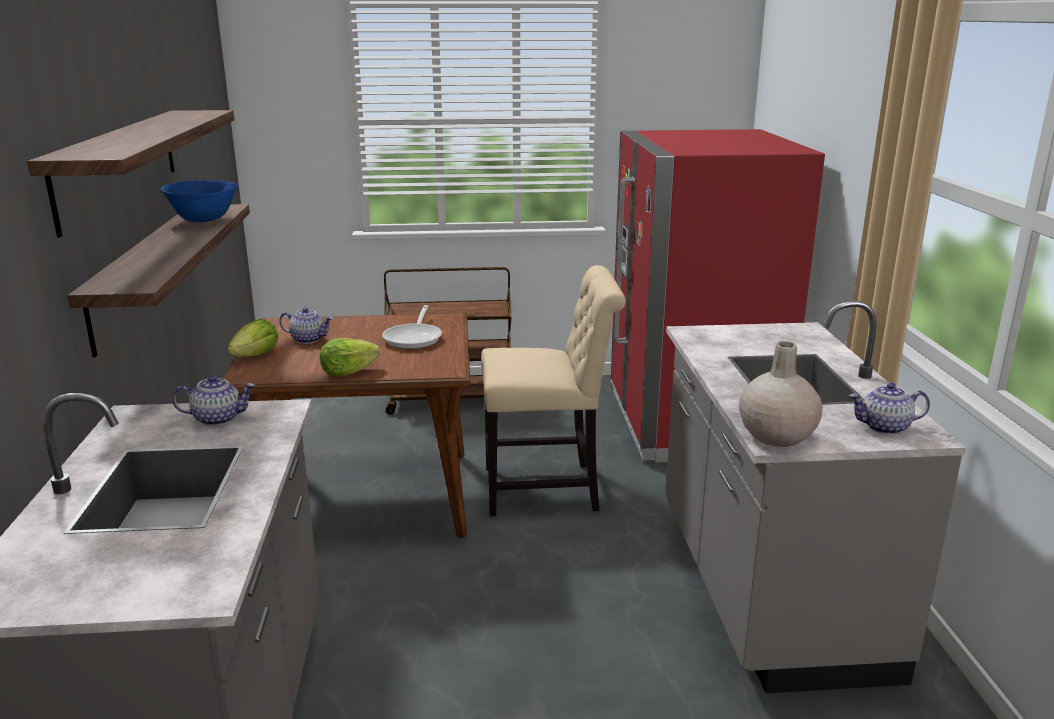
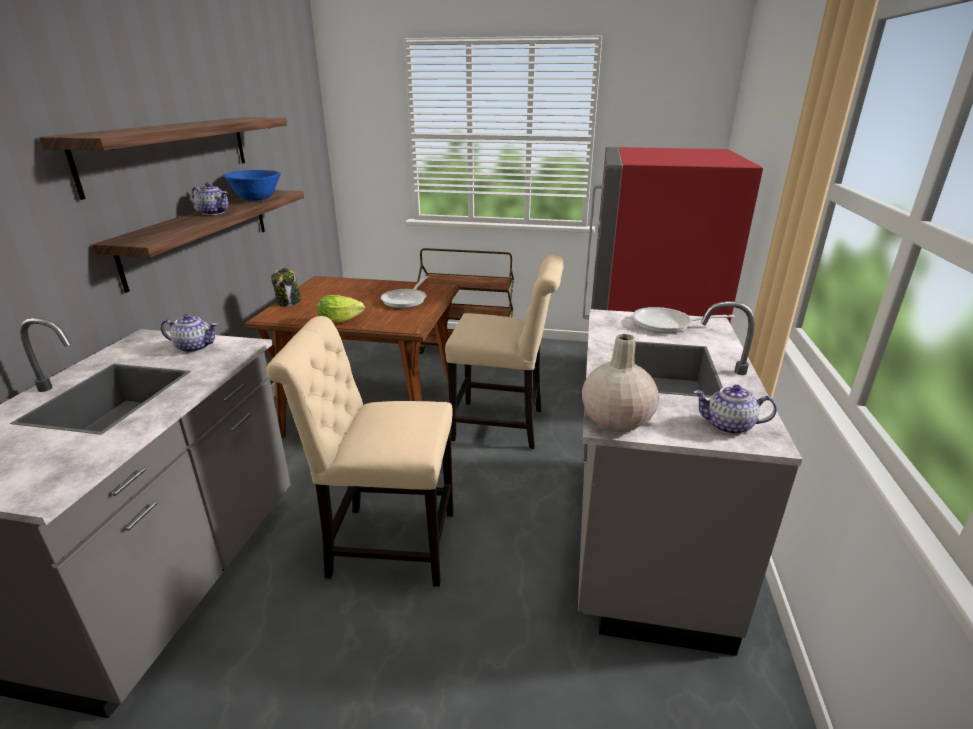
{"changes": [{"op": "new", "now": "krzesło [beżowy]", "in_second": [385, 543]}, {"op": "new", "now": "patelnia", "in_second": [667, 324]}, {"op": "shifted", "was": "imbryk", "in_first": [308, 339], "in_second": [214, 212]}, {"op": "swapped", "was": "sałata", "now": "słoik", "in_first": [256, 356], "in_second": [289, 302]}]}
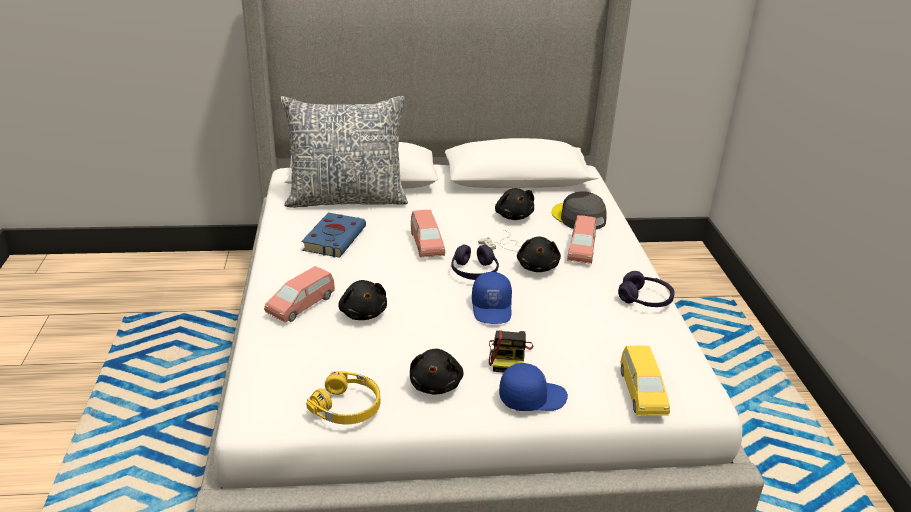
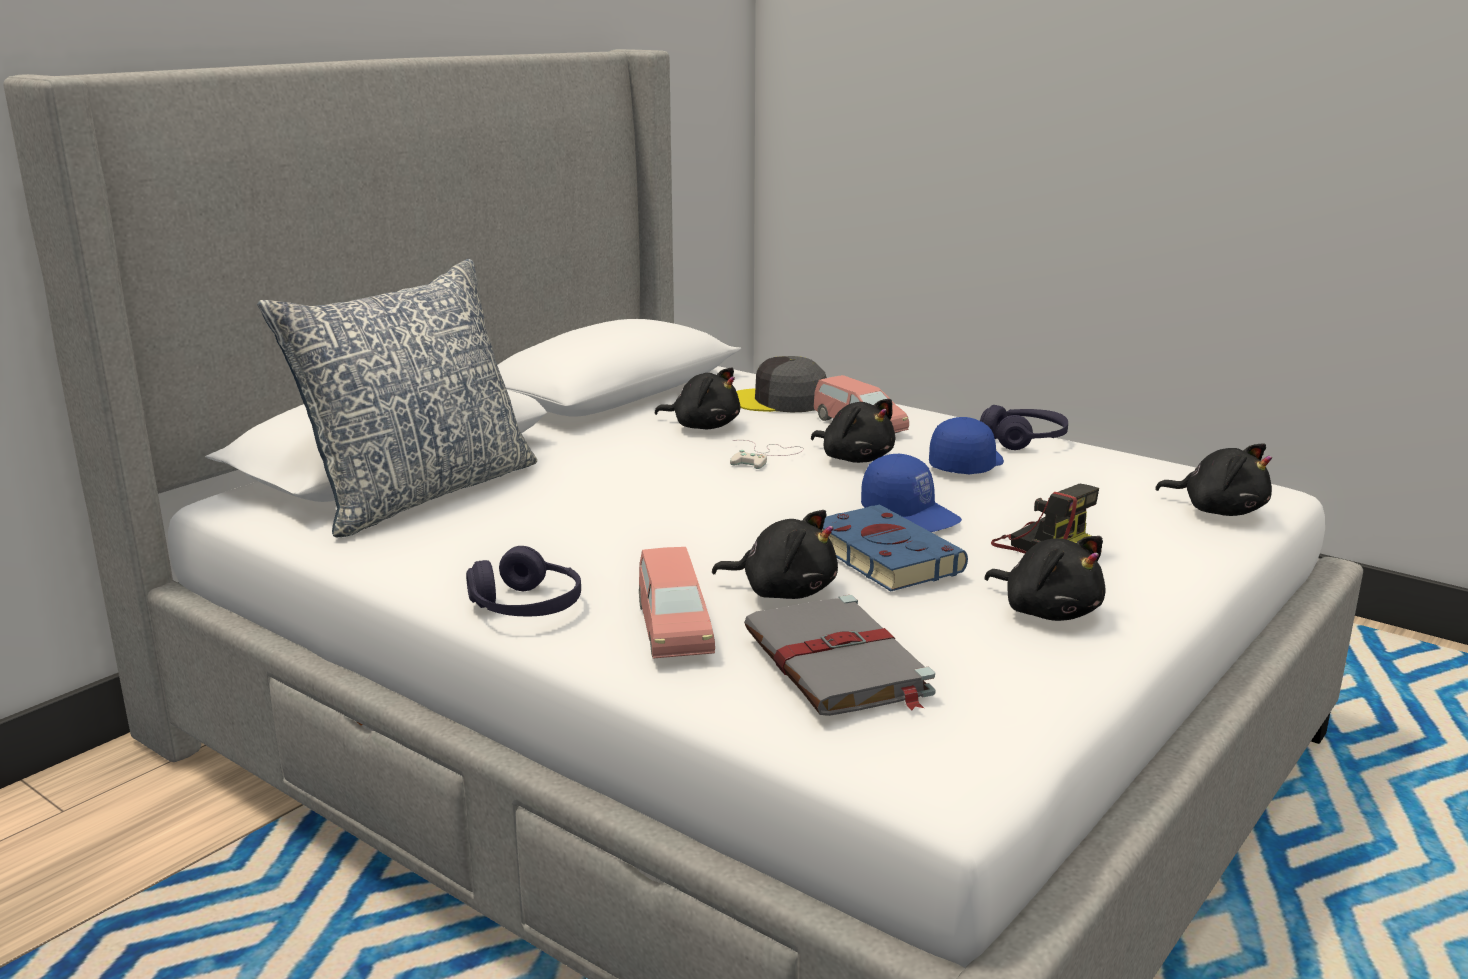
{"changes": [{"op": "gone", "was": "słuchawki [żółty]", "in_first": [348, 406]}, {"op": "gone", "was": "samochodzik [różowy]", "in_first": [426, 244]}, {"op": "new", "now": "książka [szary]", "in_second": [837, 664]}, {"op": "shifted", "was": "książka [niebieski]", "in_first": [335, 238], "in_second": [881, 555]}, {"op": "shifted", "was": "słuchawki [fioletowy]", "in_first": [474, 272], "in_second": [526, 607]}, {"op": "shifted", "was": "czapka z daszkiem [niebieski]", "in_first": [532, 397], "in_second": [965, 465]}, {"op": "swapped", "was": "samochodzik [żółty]", "now": "pluszak [czarny]", "in_first": [641, 392], "in_second": [1218, 510]}]}
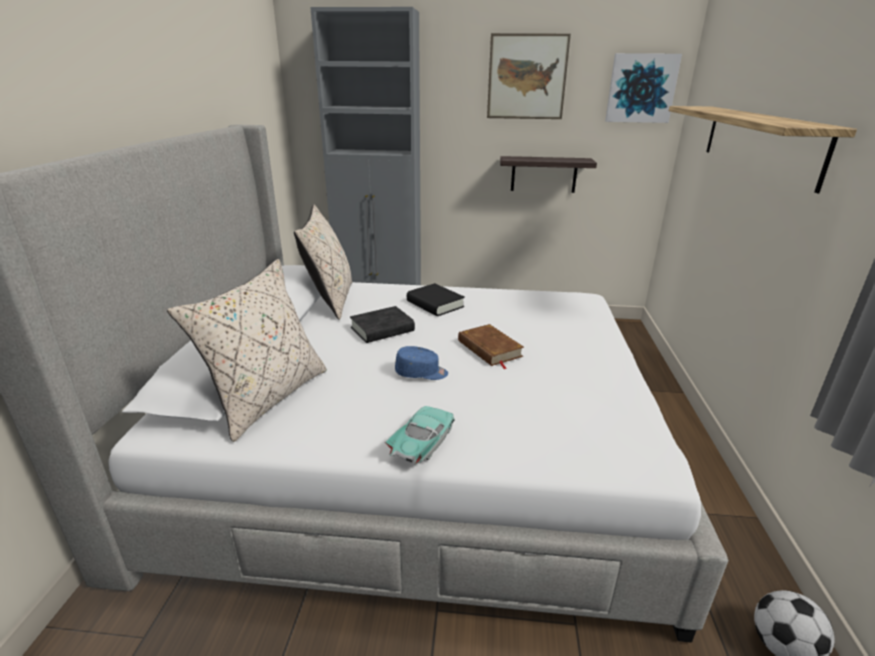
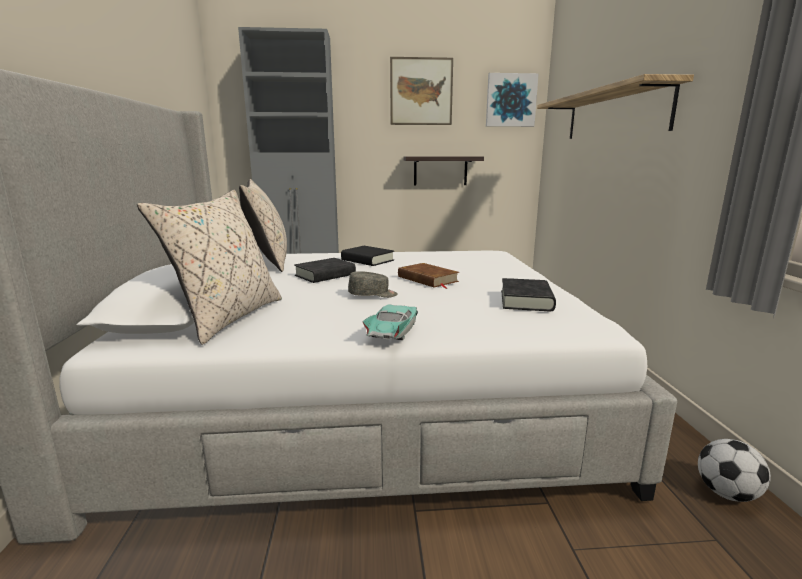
{"changes": [{"op": "new", "now": "książka [czarny]", "in_second": [526, 300]}, {"op": "repainted", "was": "czapka z daszkiem [niebieski]", "now": "czapka z daszkiem [szary]", "in_first": [421, 373], "in_second": [373, 295]}]}
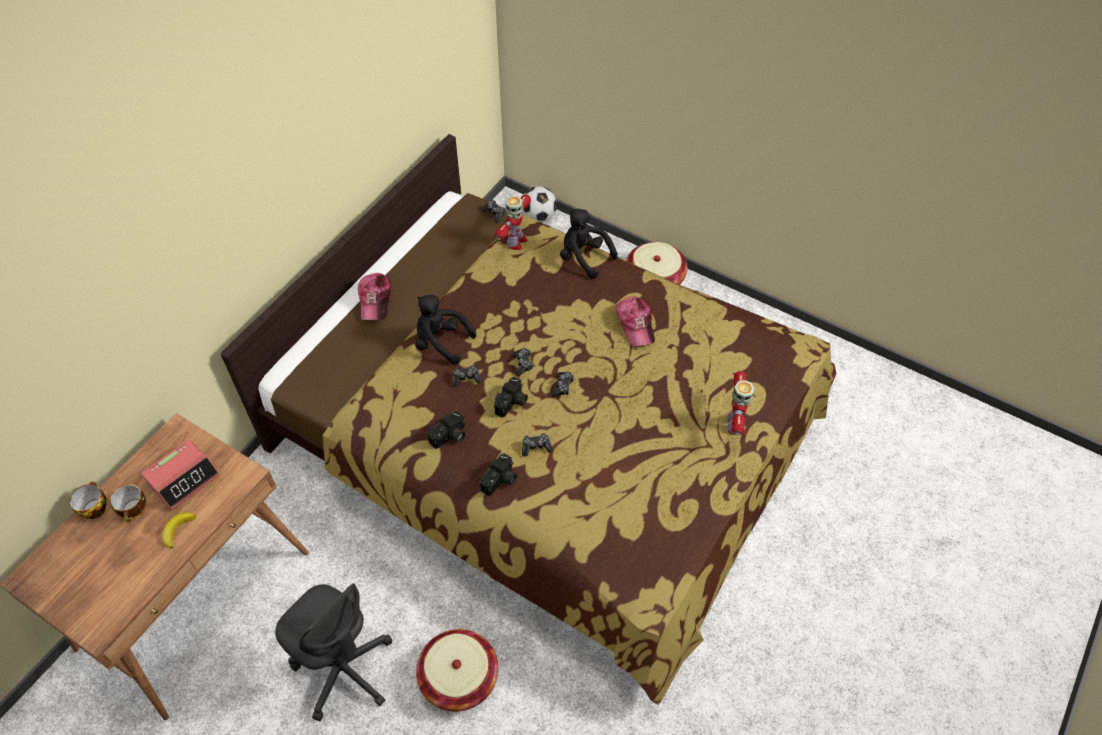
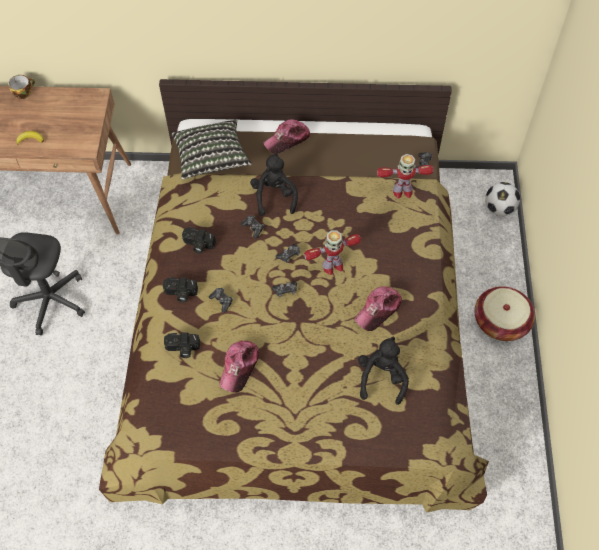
{"changes": [{"op": "gone", "was": "filiżanka", "in_first": [135, 510]}, {"op": "gone", "was": "budzik", "in_first": [184, 478]}, {"op": "gone", "was": "koszyk", "in_first": [459, 677]}, {"op": "new", "now": "poduszka", "in_second": [211, 158]}, {"op": "new", "now": "czapka z daszkiem", "in_second": [239, 367]}, {"op": "shifted", "was": "aparat fotograficzny", "in_first": [512, 403], "in_second": [182, 349]}, {"op": "shifted", "was": "pluszak [czarny]", "in_first": [583, 257], "in_second": [382, 377]}, {"op": "shifted", "was": "robot zabawkowy", "in_first": [735, 425], "in_second": [332, 266]}]}
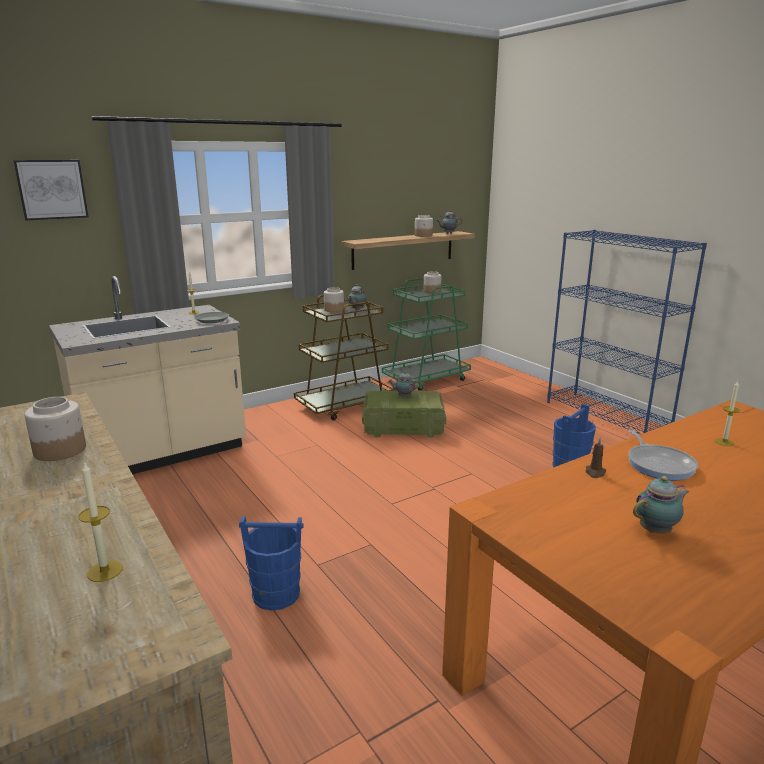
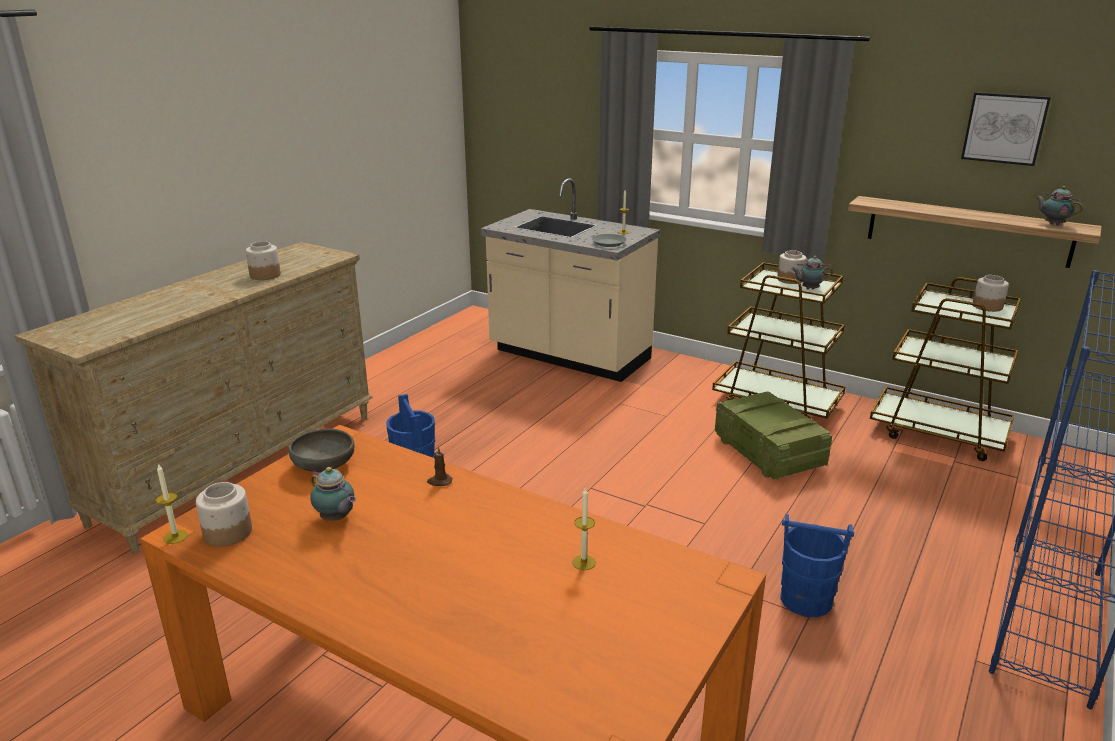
{"changes": [{"op": "gone", "was": "imbryk", "in_first": [403, 396]}, {"op": "gone", "was": "patelnia", "in_first": [659, 464]}, {"op": "new", "now": "miska [szary]", "in_second": [324, 465]}, {"op": "shifted", "was": "obraz", "in_first": [52, 189], "in_second": [1004, 128]}, {"op": "shifted", "was": "świeca", "in_first": [105, 571], "in_second": [175, 537]}, {"op": "shifted", "was": "słoik", "in_first": [423, 235], "in_second": [227, 533]}, {"op": "repainted", "was": "wózek [zielony]", "now": "wózek [brązowy]", "in_first": [426, 379], "in_second": [938, 433]}]}
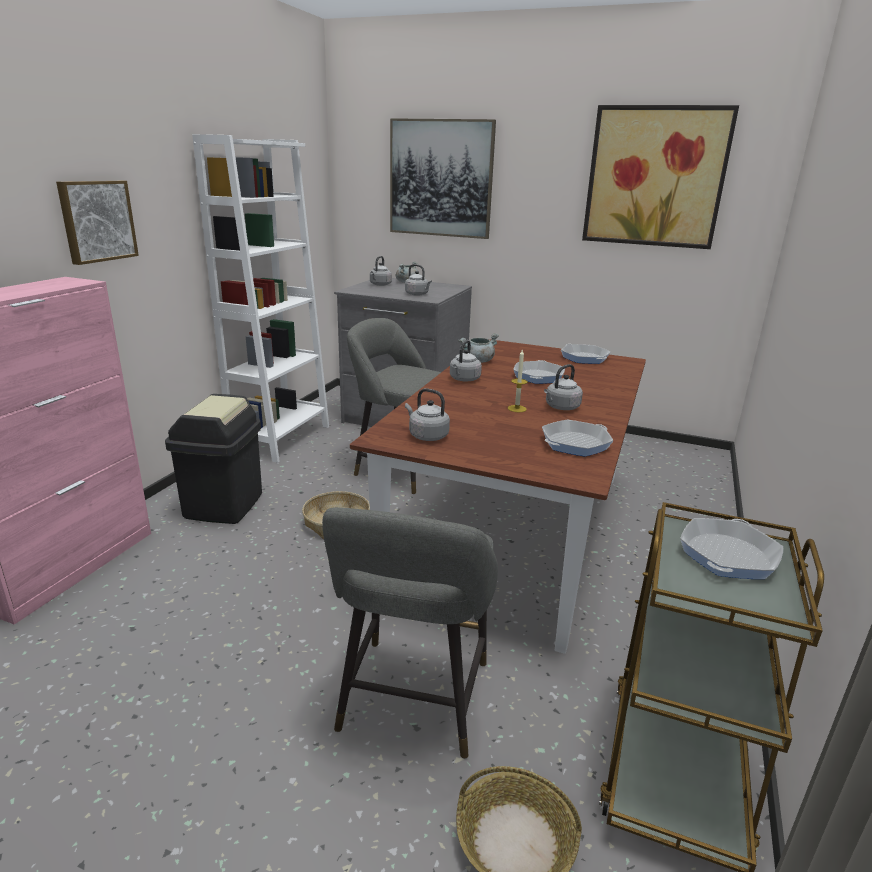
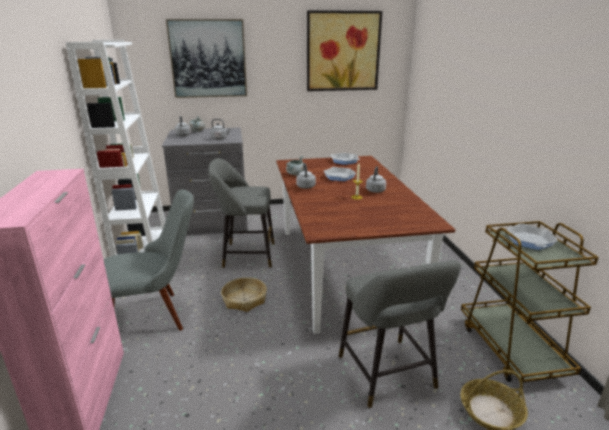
{"changes": [{"op": "gone", "was": "obraz", "in_first": [96, 221]}, {"op": "gone", "was": "czajnik [szary]", "in_first": [426, 436]}, {"op": "gone", "was": "patelnia", "in_first": [575, 443]}, {"op": "swapped", "was": "kosz na śmieci [czarny]", "now": "krzesło [szary]", "in_first": [224, 505], "in_second": [156, 315]}]}
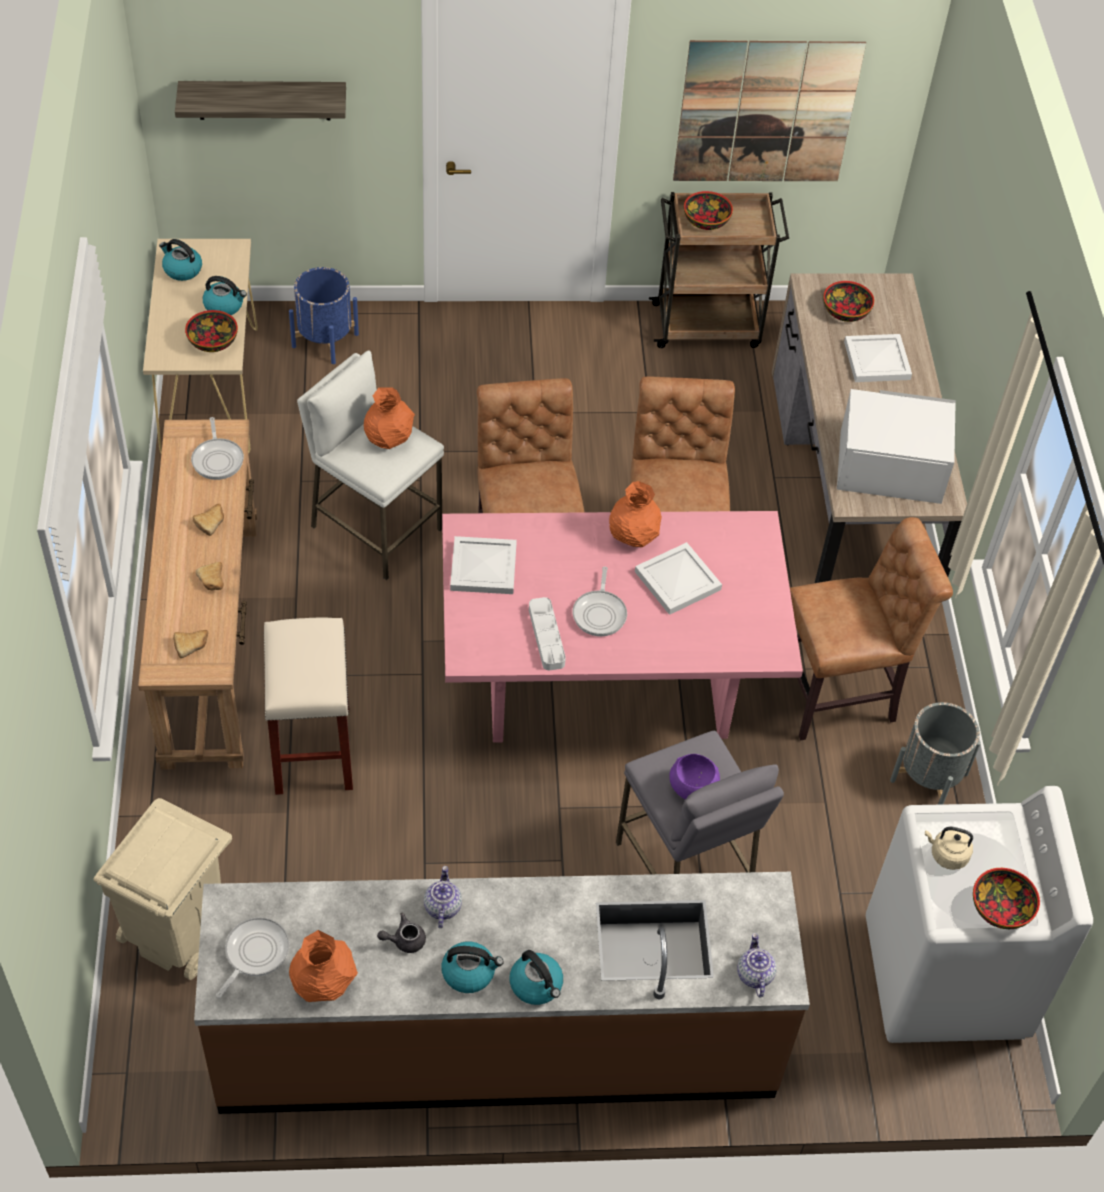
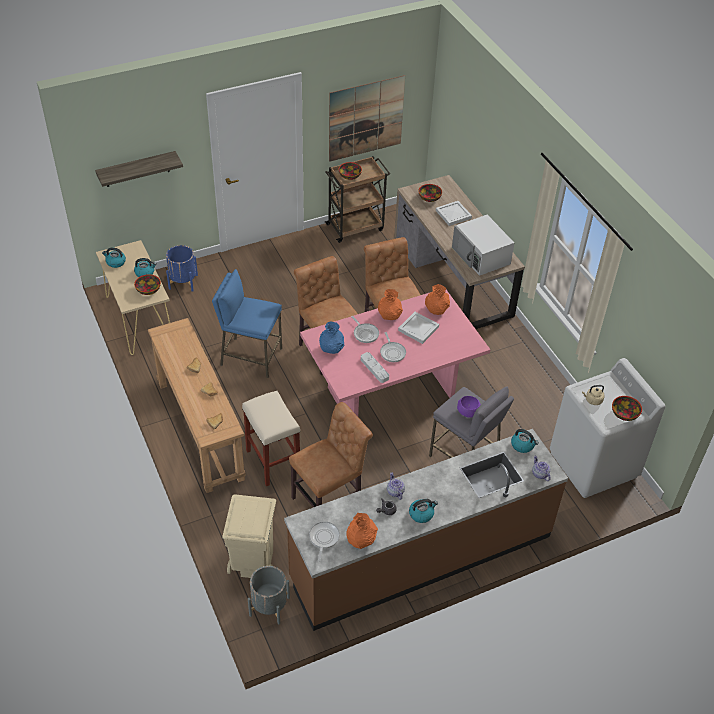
{"changes": [{"op": "shifted", "was": "patelnia", "in_first": [218, 459], "in_second": [365, 333]}, {"op": "shifted", "was": "wazon [pomarańczowy]", "in_first": [389, 437], "in_second": [436, 309]}, {"op": "shifted", "was": "czajnik", "in_first": [537, 985], "in_second": [523, 445]}, {"op": "shifted", "was": "krzesło [brązowy]", "in_first": [840, 694], "in_second": [330, 500]}, {"op": "shifted", "was": "donica [szary]", "in_first": [929, 777], "in_second": [269, 606]}, {"op": "swapped", "was": "taca [biały]", "now": "wazon [niebieski]", "in_first": [484, 568], "in_second": [331, 349]}, {"op": "repainted", "was": "stołek [biały]", "now": "stołek [niebieski]", "in_first": [375, 528], "in_second": [251, 357]}, {"op": "rotated", "was": "mikrofalówka [biały]", "in_first": [889, 465], "in_second": [481, 256], "clockwise": -105}]}
